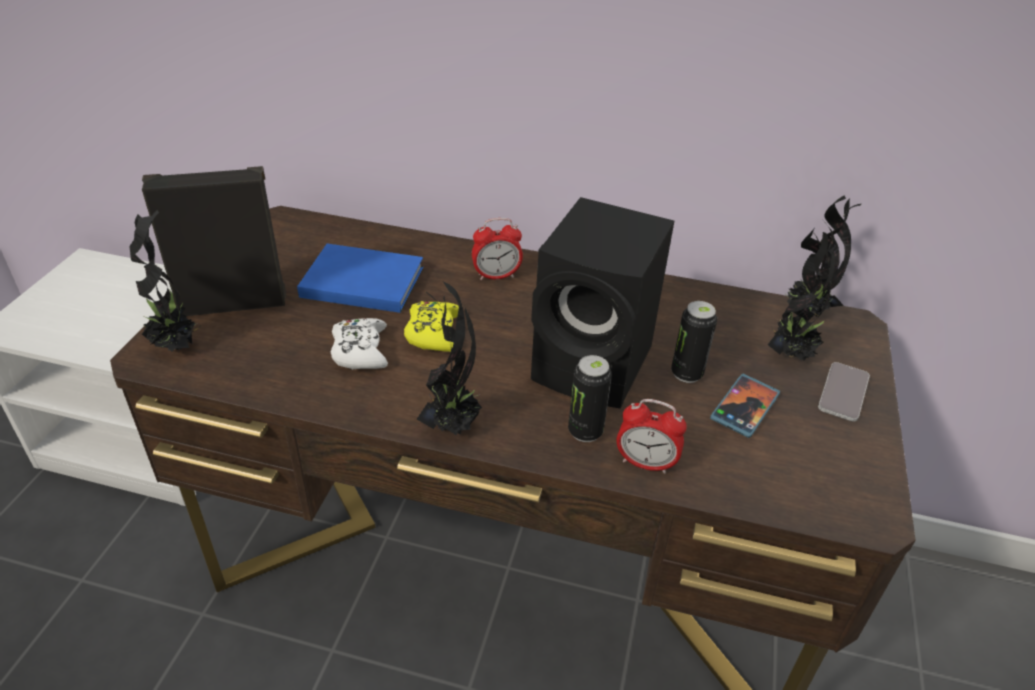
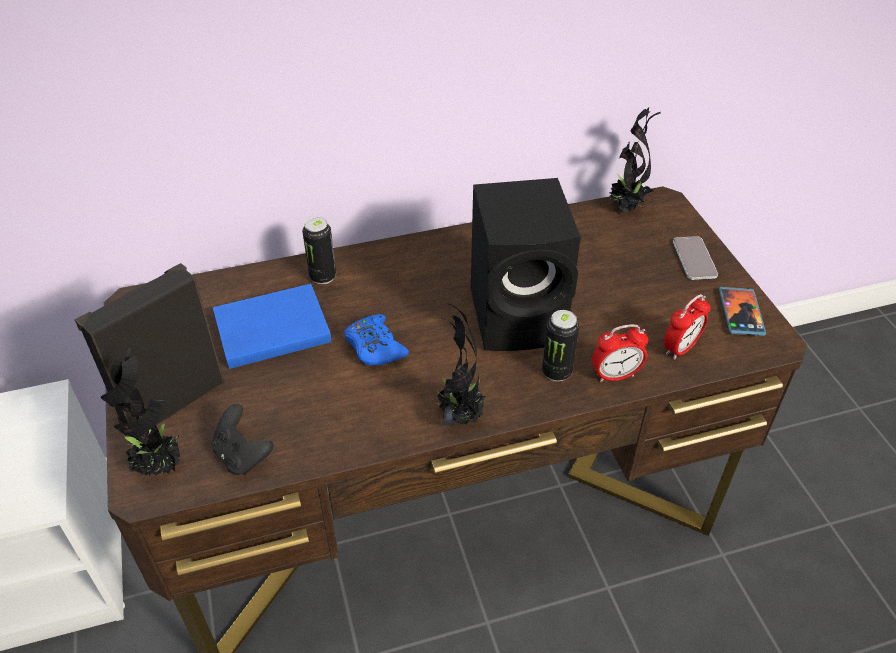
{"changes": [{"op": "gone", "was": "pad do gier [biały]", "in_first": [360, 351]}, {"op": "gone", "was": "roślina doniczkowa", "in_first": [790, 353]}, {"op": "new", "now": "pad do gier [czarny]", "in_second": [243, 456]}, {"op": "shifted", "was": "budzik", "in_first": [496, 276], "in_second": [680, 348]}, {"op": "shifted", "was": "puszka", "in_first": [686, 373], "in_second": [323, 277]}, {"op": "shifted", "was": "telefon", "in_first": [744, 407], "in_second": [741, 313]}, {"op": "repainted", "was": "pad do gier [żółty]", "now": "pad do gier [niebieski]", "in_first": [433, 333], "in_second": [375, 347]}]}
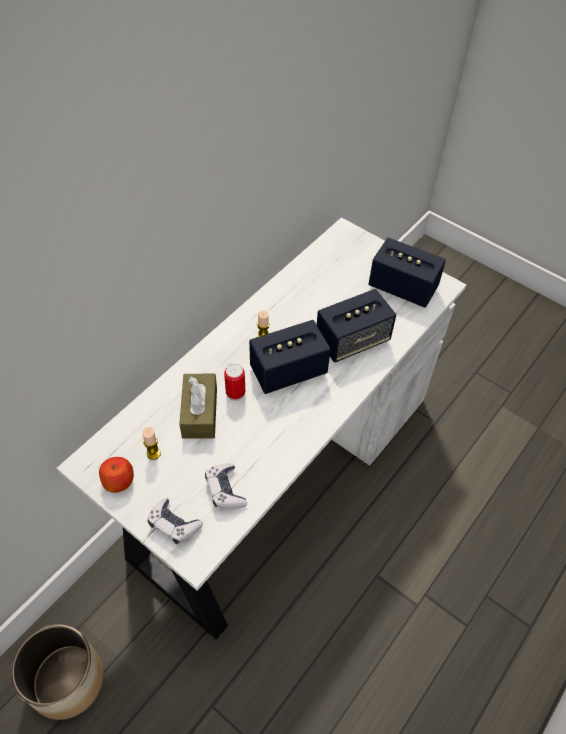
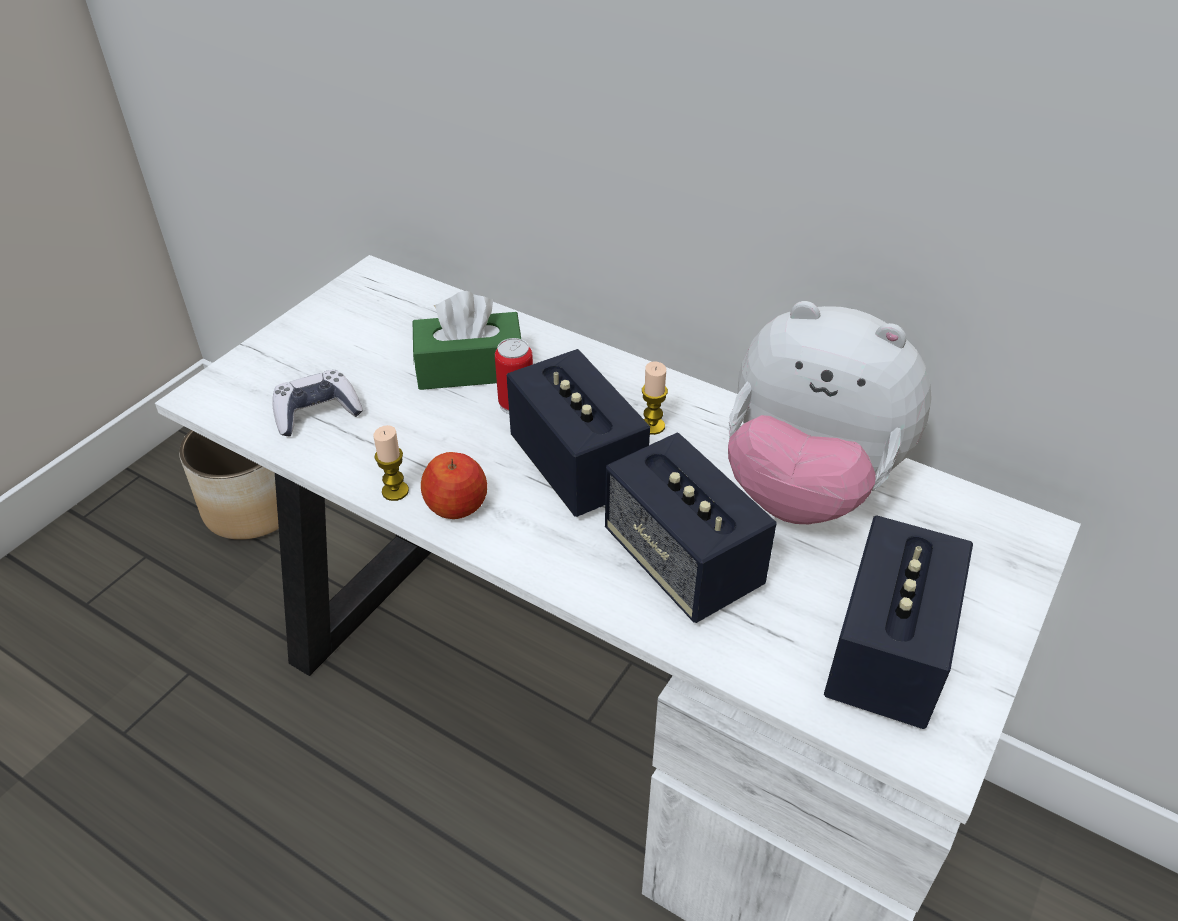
{"changes": [{"op": "gone", "was": "pad do gier", "in_first": [174, 524]}, {"op": "new", "now": "pluszak", "in_second": [807, 487]}, {"op": "shifted", "was": "jabłko", "in_first": [118, 481], "in_second": [457, 505]}, {"op": "shifted", "was": "świeca", "in_first": [153, 453], "in_second": [395, 491]}, {"op": "repainted", "was": "pudełko chusteczek [brązowy]", "now": "pudełko chusteczek [zielony]", "in_first": [200, 412], "in_second": [470, 368]}]}
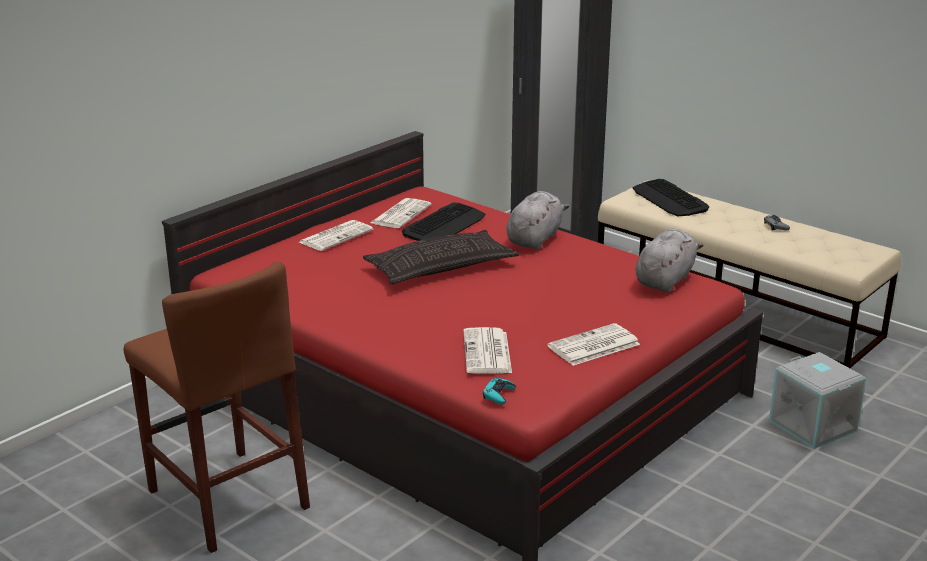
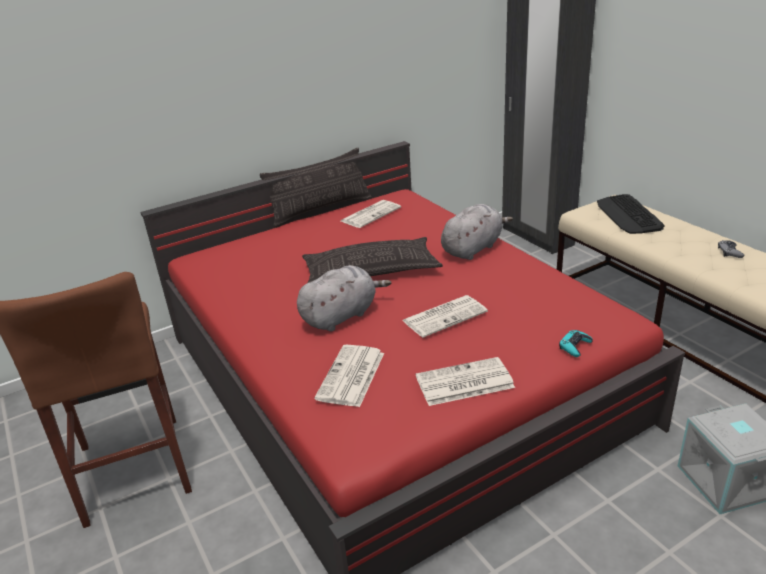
{"changes": [{"op": "gone", "was": "klawiatura", "in_first": [444, 225]}, {"op": "new", "now": "poduszka", "in_second": [321, 210]}, {"op": "shifted", "was": "gazeta", "in_first": [336, 236], "in_second": [445, 316]}, {"op": "shifted", "was": "pad do gier [turkusowy]", "in_first": [498, 395], "in_second": [574, 346]}, {"op": "shifted", "was": "pluszak [szary]", "in_first": [665, 280], "in_second": [341, 316]}]}
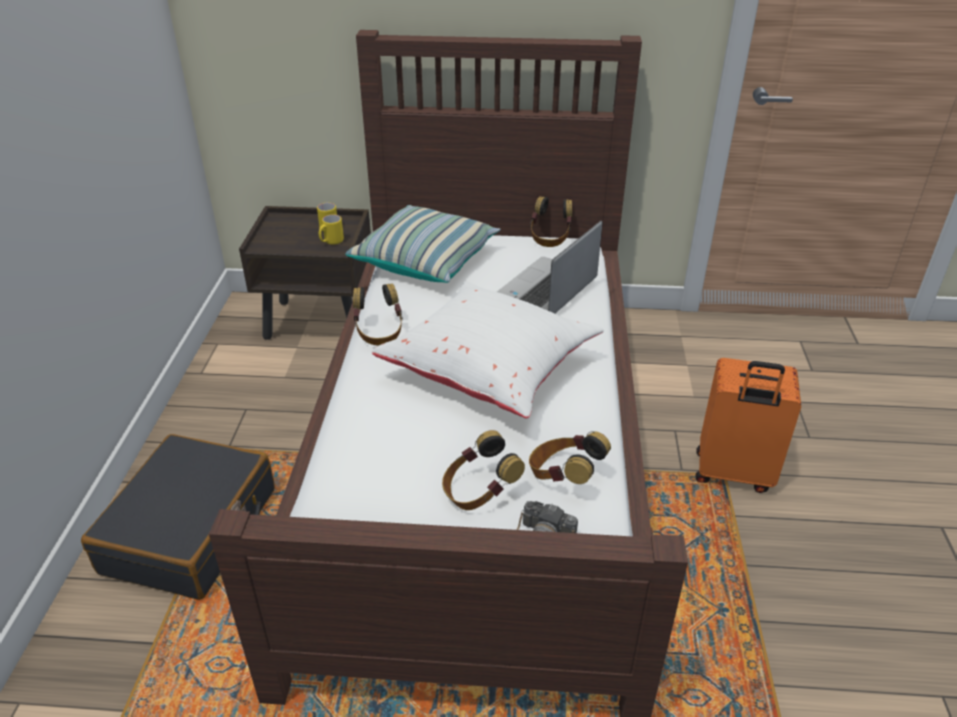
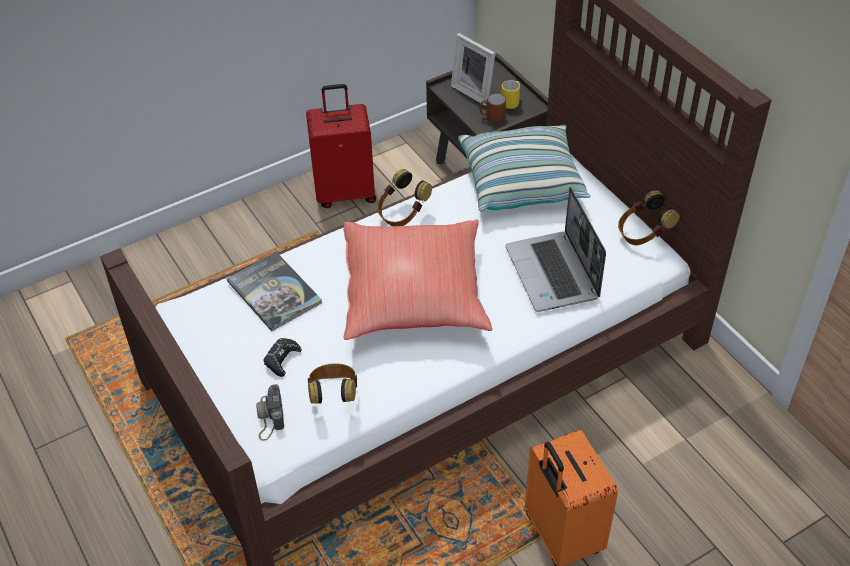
{"changes": [{"op": "gone", "was": "walizka [czarny]", "in_first": [192, 531]}, {"op": "new", "now": "książka", "in_second": [274, 292]}, {"op": "new", "now": "walizka [czerwony]", "in_second": [345, 192]}, {"op": "new", "now": "ramka na zdjęcie", "in_second": [475, 91]}, {"op": "swapped", "was": "słuchawki", "now": "pad do gier [czarny]", "in_first": [479, 492], "in_second": [282, 360]}, {"op": "repainted", "was": "kubek [żółty]", "now": "kubek [brązowy]", "in_first": [331, 242], "in_second": [492, 117]}, {"op": "repainted", "was": "poduszka [biały]", "now": "poduszka [czerwony]", "in_first": [490, 370], "in_second": [415, 297]}, {"op": "rotated", "was": "laptop", "in_first": [546, 291], "in_second": [553, 274], "clockwise": -105}]}
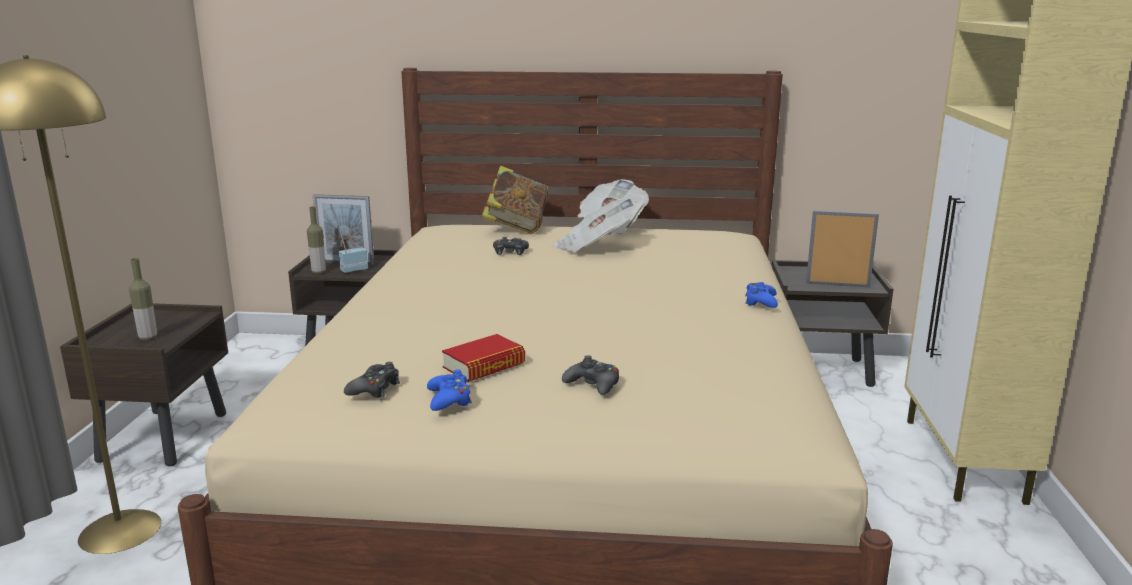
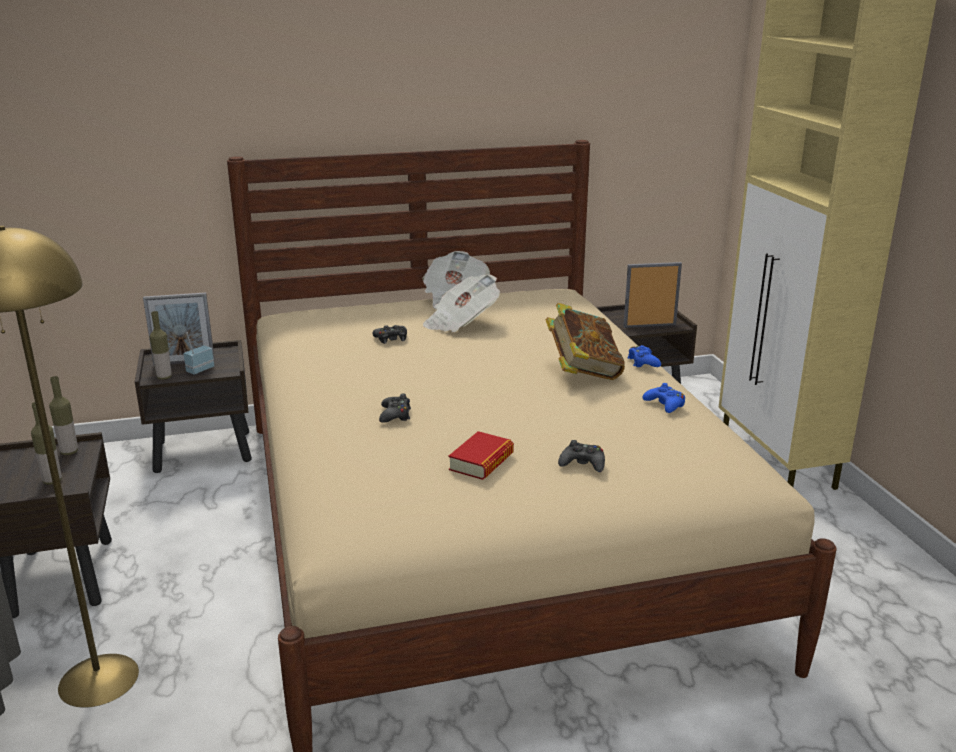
{"changes": [{"op": "new", "now": "butelka", "in_second": [69, 452]}, {"op": "shifted", "was": "pad do gier [czarny]", "in_first": [374, 388], "in_second": [395, 415]}, {"op": "shifted", "was": "pad do gier [niebieski]", "in_first": [449, 399], "in_second": [665, 404]}, {"op": "shifted", "was": "książka", "in_first": [516, 227], "in_second": [583, 372]}]}
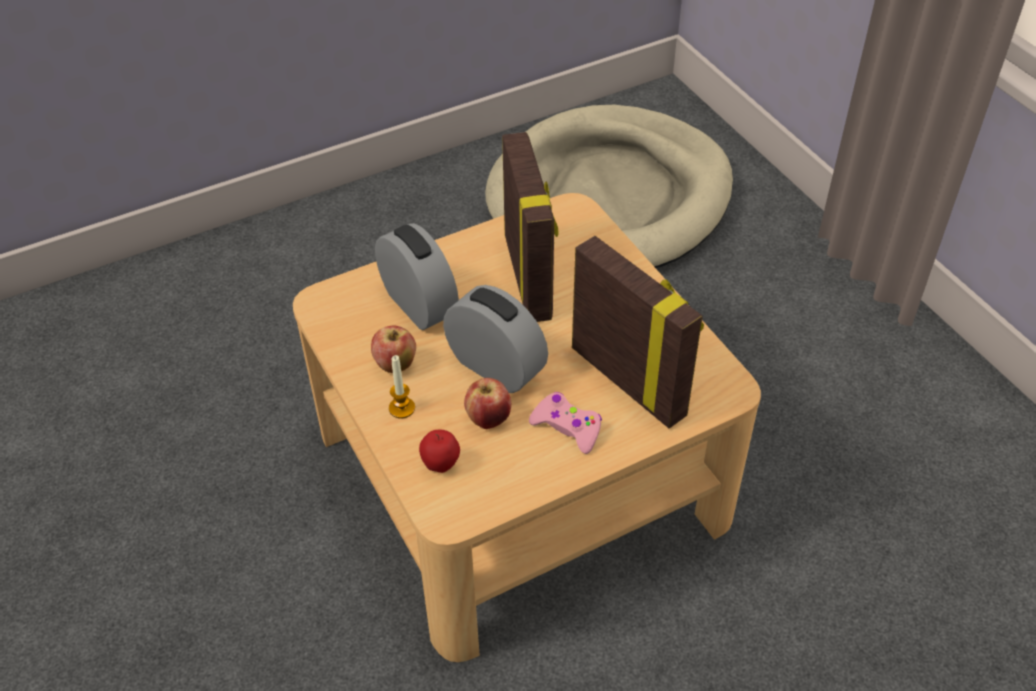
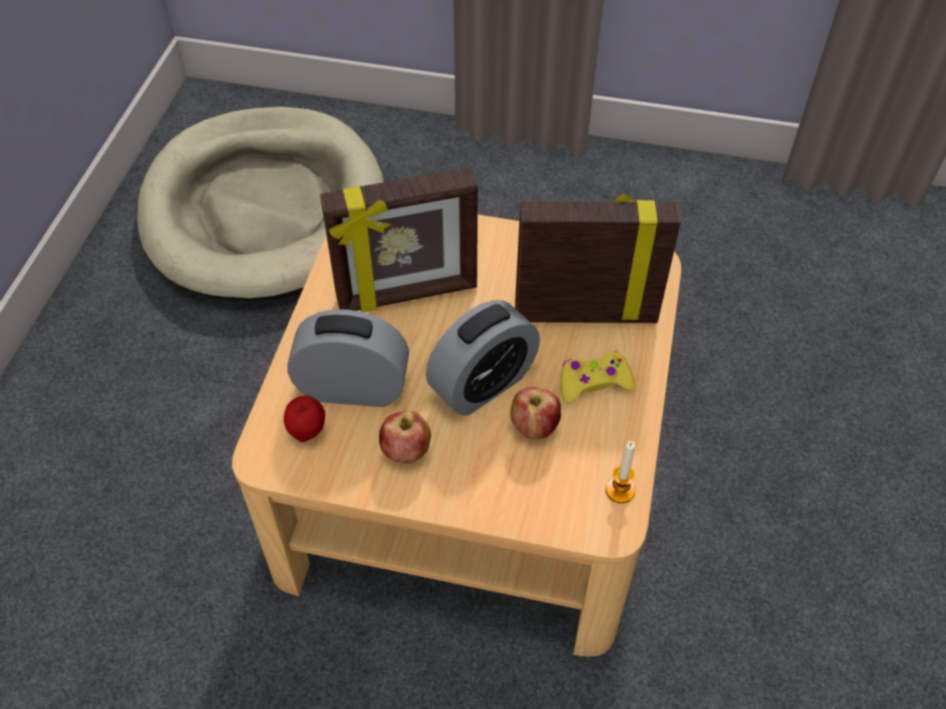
{"changes": [{"op": "shifted", "was": "świeca", "in_first": [402, 408], "in_second": [620, 490]}, {"op": "shifted", "was": "jabłko", "in_first": [441, 466], "in_second": [308, 432]}, {"op": "repainted", "was": "pad do gier [różowy]", "now": "pad do gier [żółty]", "in_first": [567, 427], "in_second": [594, 383]}, {"op": "rotated", "was": "budzik", "in_first": [496, 367], "in_second": [483, 384], "clockwise": 150}, {"op": "rotated", "was": "ramka na zdjęcie", "in_first": [529, 277], "in_second": [407, 295], "clockwise": 135}]}
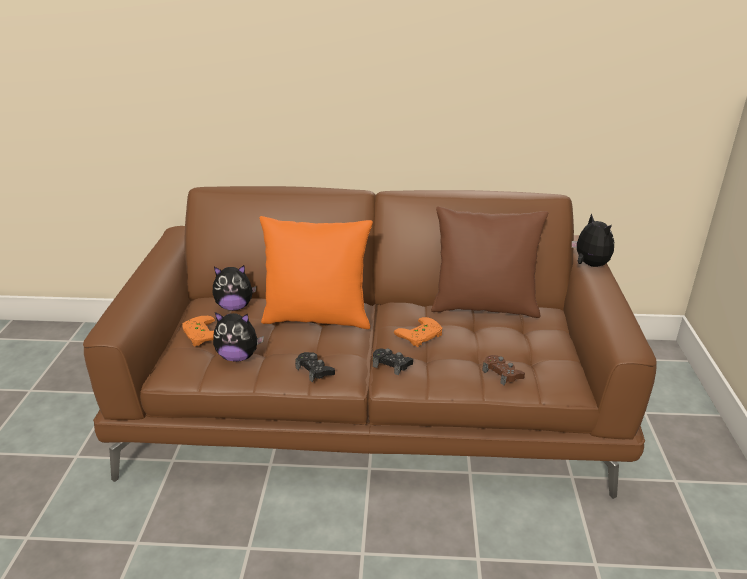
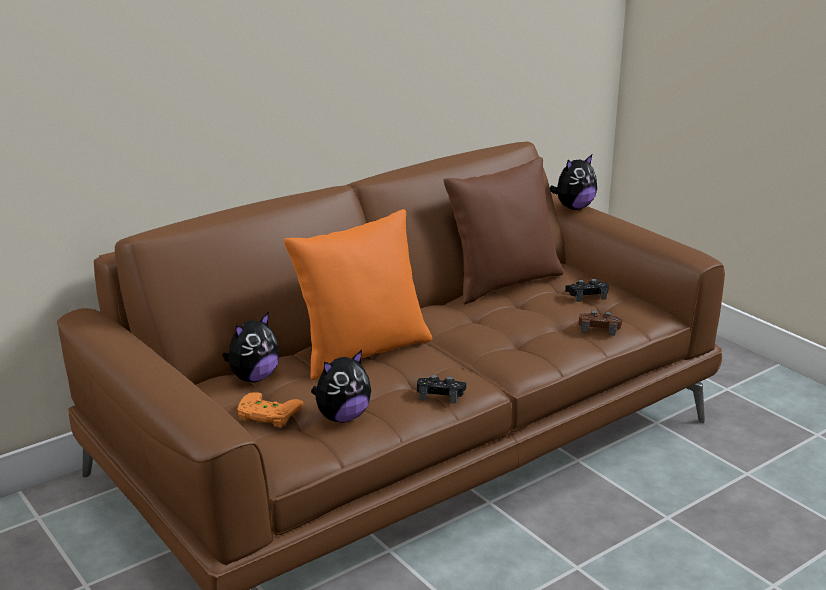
{"changes": [{"op": "gone", "was": "pad do gier [pomarańczowy]", "in_first": [421, 336]}, {"op": "shifted", "was": "pad do gier [czarny]", "in_first": [391, 364], "in_second": [587, 295]}, {"op": "rotated", "was": "pluszak", "in_first": [589, 265], "in_second": [573, 207], "clockwise": 120}]}
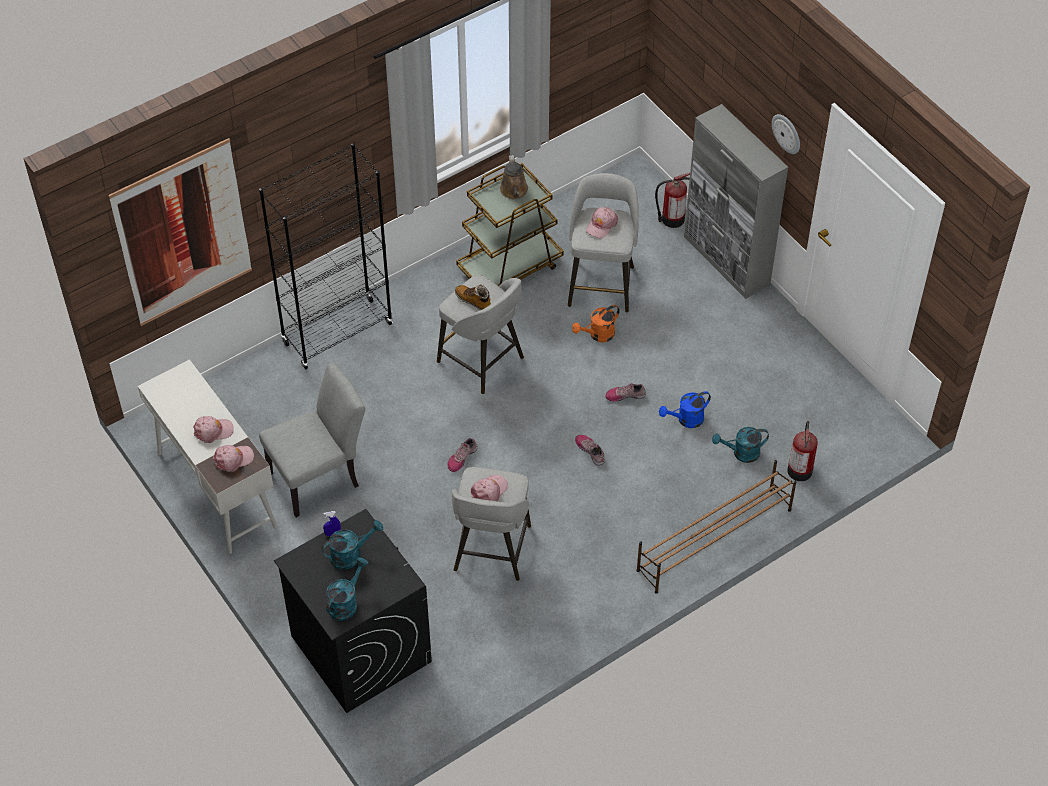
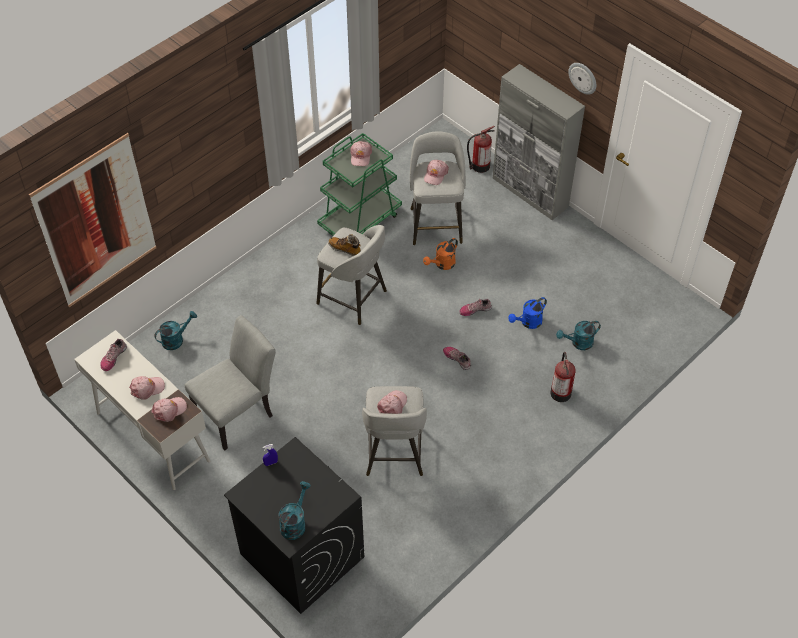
{"changes": [{"op": "gone", "was": "regał [czarny]", "in_first": [337, 333]}, {"op": "gone", "was": "regał na buty [brązowy]", "in_first": [713, 540]}, {"op": "shifted", "was": "konewka [turkusowy]", "in_first": [351, 555], "in_second": [176, 339]}, {"op": "shifted", "was": "but", "in_first": [461, 458], "in_second": [113, 357]}, {"op": "shifted", "was": "gaśnica", "in_first": [800, 469], "in_second": [560, 392]}, {"op": "swapped", "was": "konewka [brązowy]", "now": "czapka z daszkiem [różowy]", "in_first": [514, 191], "in_second": [360, 156]}, {"op": "repainted", "was": "wózek [brązowy]", "now": "wózek [zielony]", "in_first": [510, 266], "in_second": [360, 220]}]}
